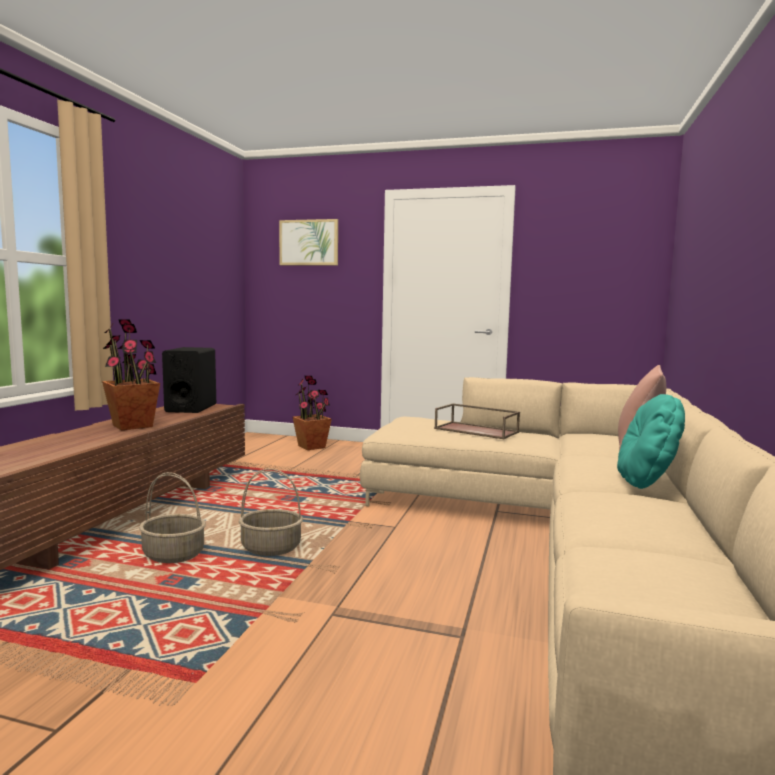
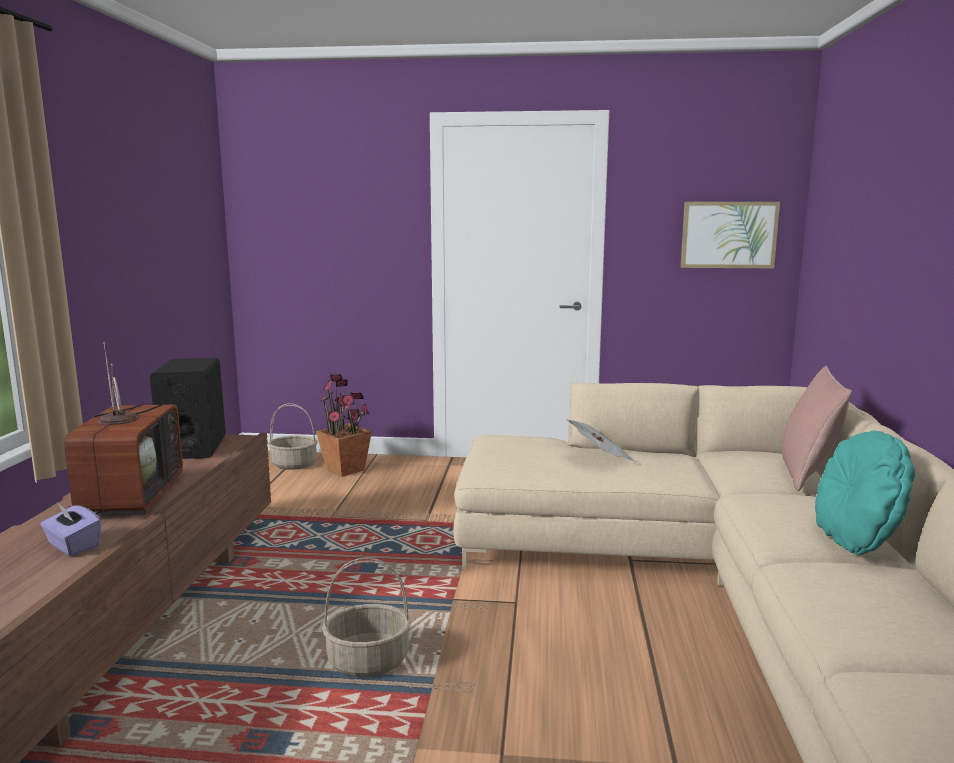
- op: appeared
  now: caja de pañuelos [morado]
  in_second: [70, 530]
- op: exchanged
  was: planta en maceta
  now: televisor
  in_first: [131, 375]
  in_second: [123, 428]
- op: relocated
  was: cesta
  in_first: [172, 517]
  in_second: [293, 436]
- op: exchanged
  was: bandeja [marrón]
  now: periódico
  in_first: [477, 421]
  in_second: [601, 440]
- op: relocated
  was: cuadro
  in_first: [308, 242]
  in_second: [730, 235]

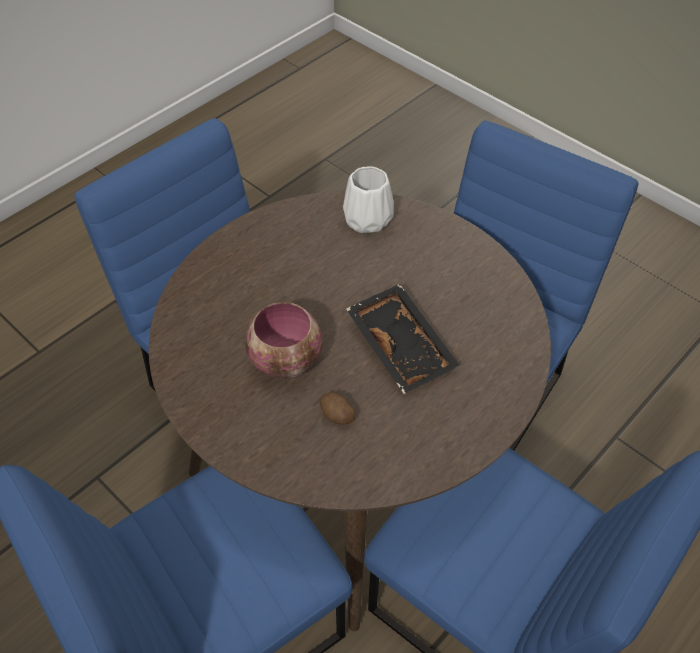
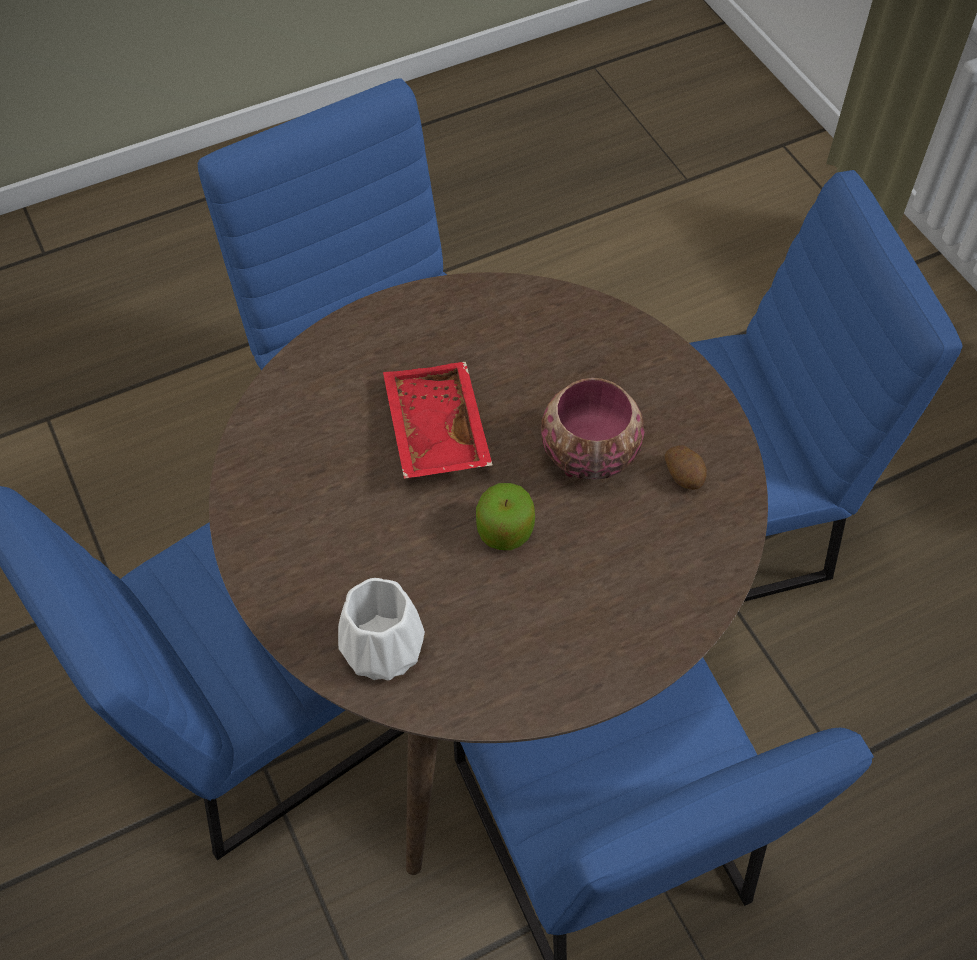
- op: colour
  was: bandeja [negro]
  now: bandeja [rojo]
  in_first: [402, 339]
  in_second: [438, 420]
- op: appeared
  now: manzana
  in_second: [505, 516]
- op: relocated
  was: patata
  in_first: [338, 409]
  in_second: [686, 467]

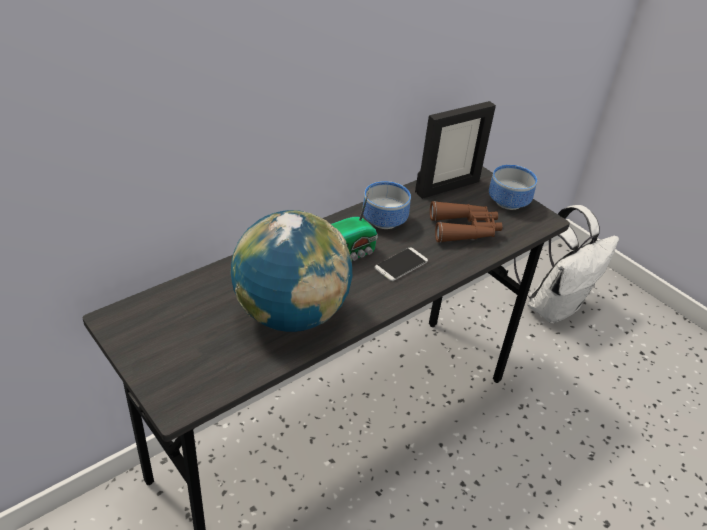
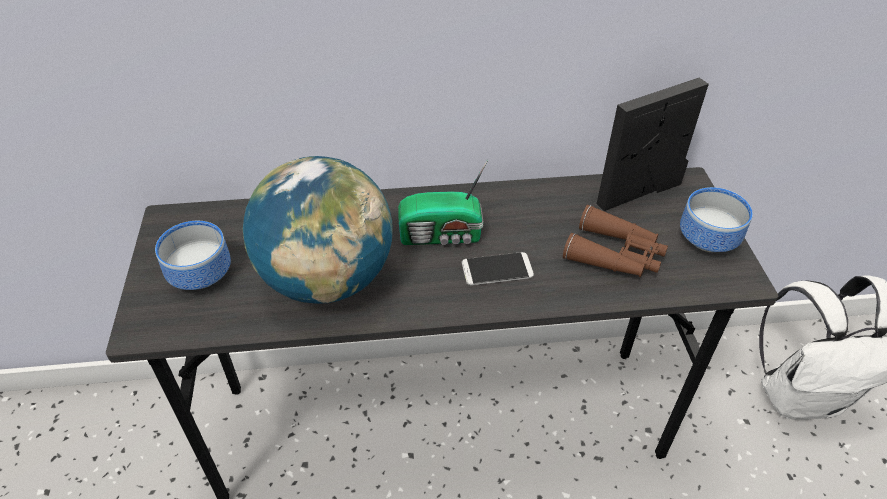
- op: relocated
  was: cuenco
  in_first: [386, 205]
  in_second: [193, 255]
- op: spun
  was: portarretratos
  in_first: [455, 150]
  in_second: [653, 144]
  clockwise: 150

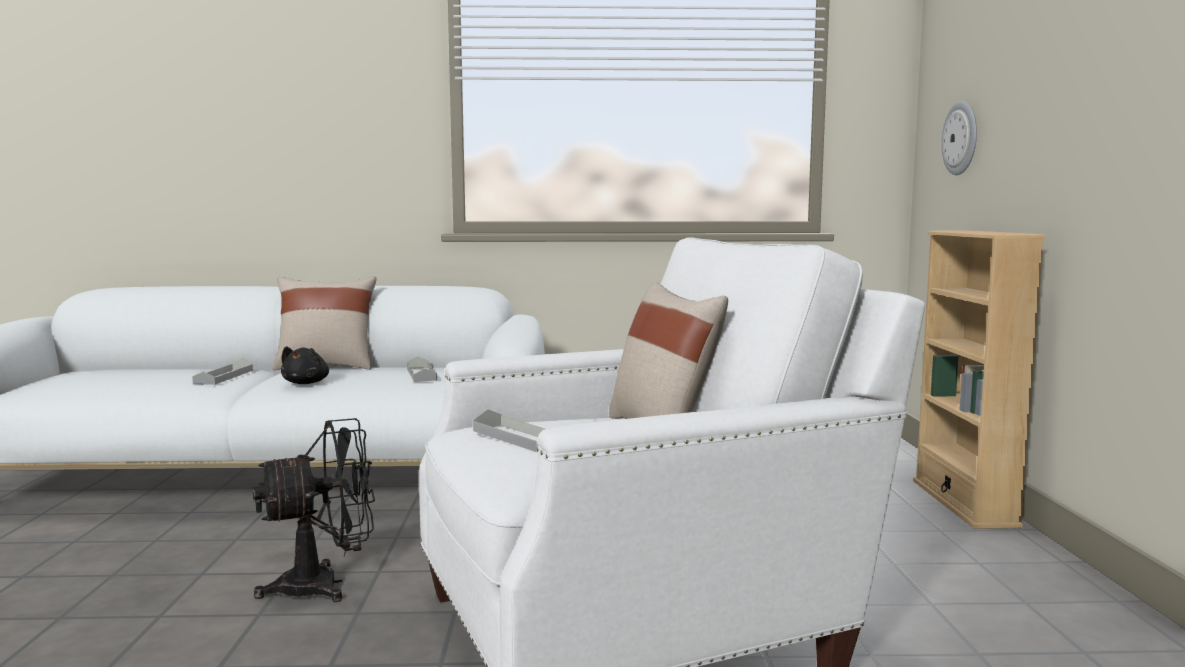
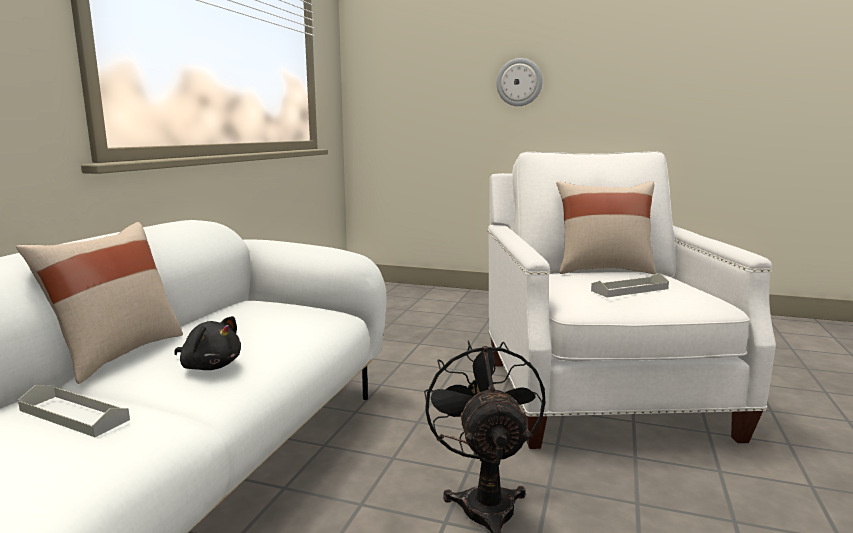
- op: relocated
  was: reloj de pared
  in_first: [959, 138]
  in_second: [519, 82]
- op: missing
  was: bandeja [gris]
  in_first: [422, 369]
- op: missing
  was: estantería [beis]
  in_first: [979, 380]

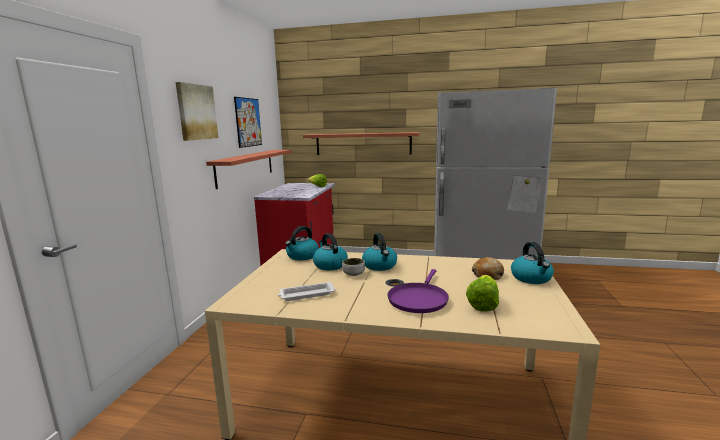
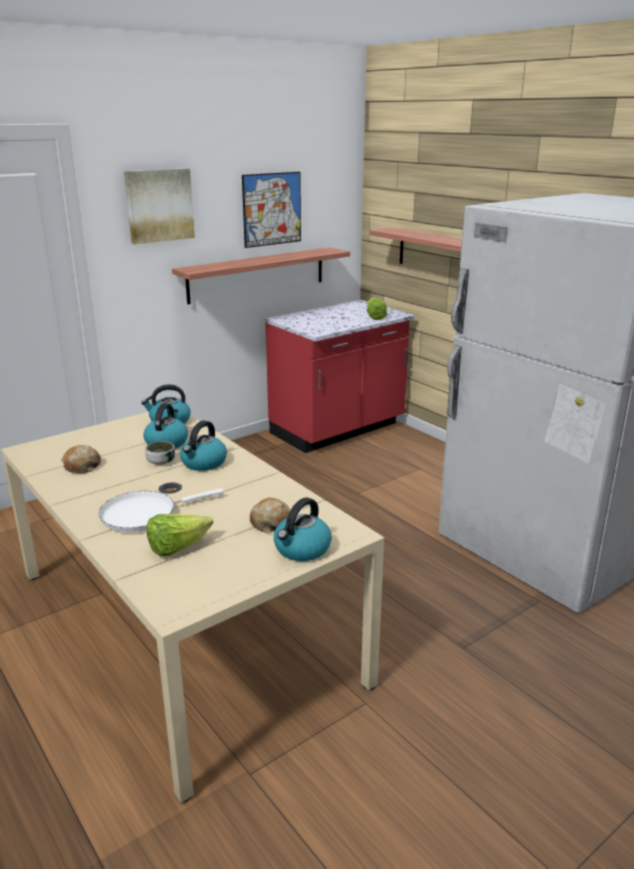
- op: exchanged
  was: bandeja [blanco]
  now: pan
  in_first: [306, 291]
  in_second: [81, 459]
- op: colour
  was: sartén [morado]
  now: sartén [blanco]
  in_first: [418, 291]
  in_second: [161, 510]

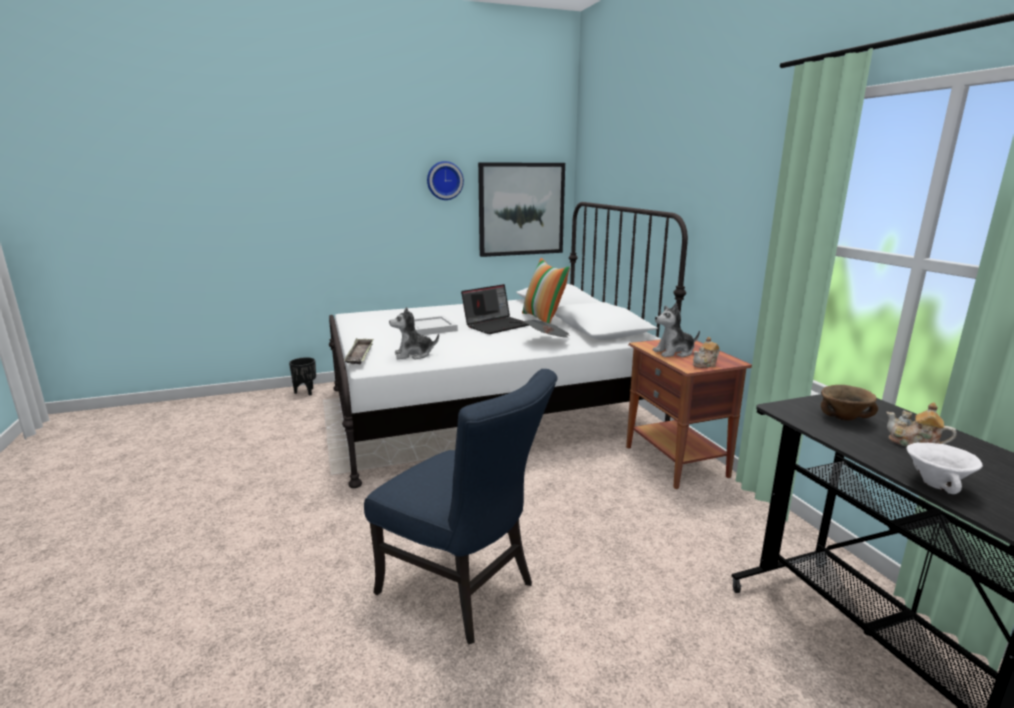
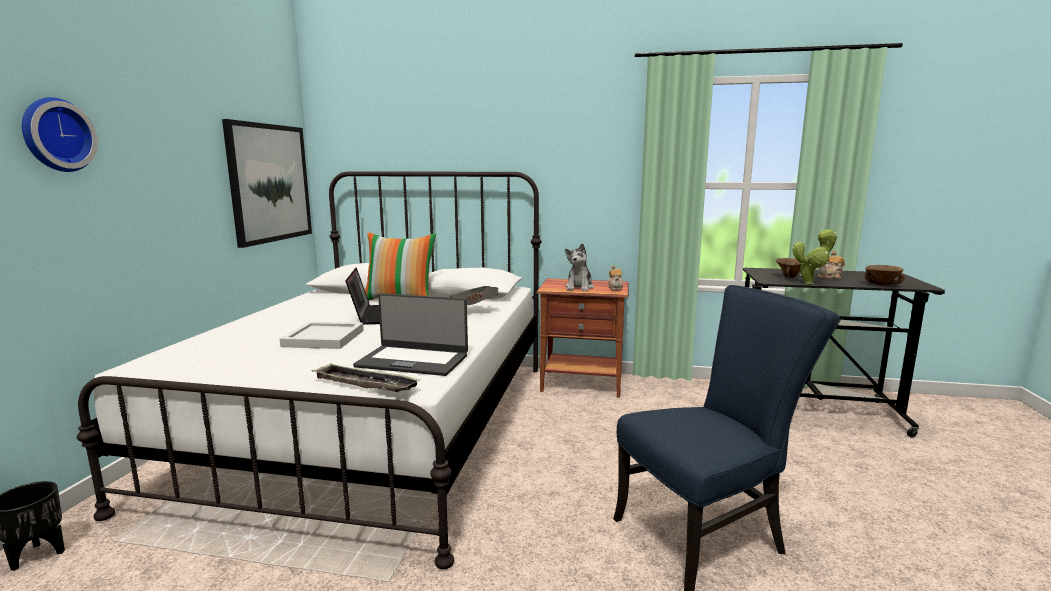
- op: relocated
  was: reloj de pared
  in_first: [445, 180]
  in_second: [60, 134]
- op: exchanged
  was: peluche
  now: portátil
  in_first: [414, 333]
  in_second: [410, 334]
- op: appeared
  now: planta en maceta
  in_second: [814, 256]
- op: colour
  was: cuenco [blanco]
  now: cuenco [marrón]
  in_first: [944, 468]
  in_second: [884, 275]

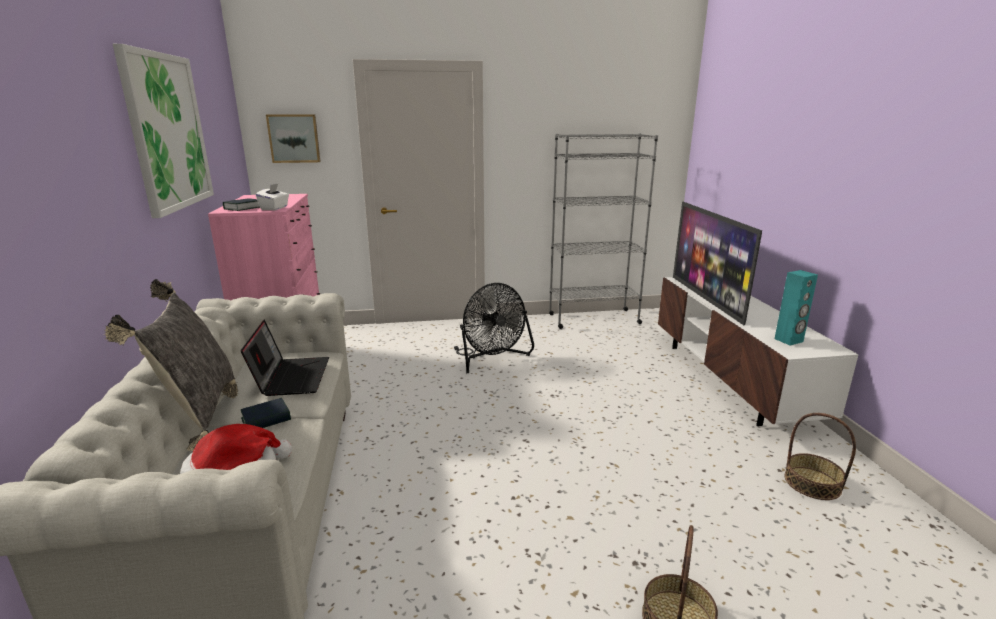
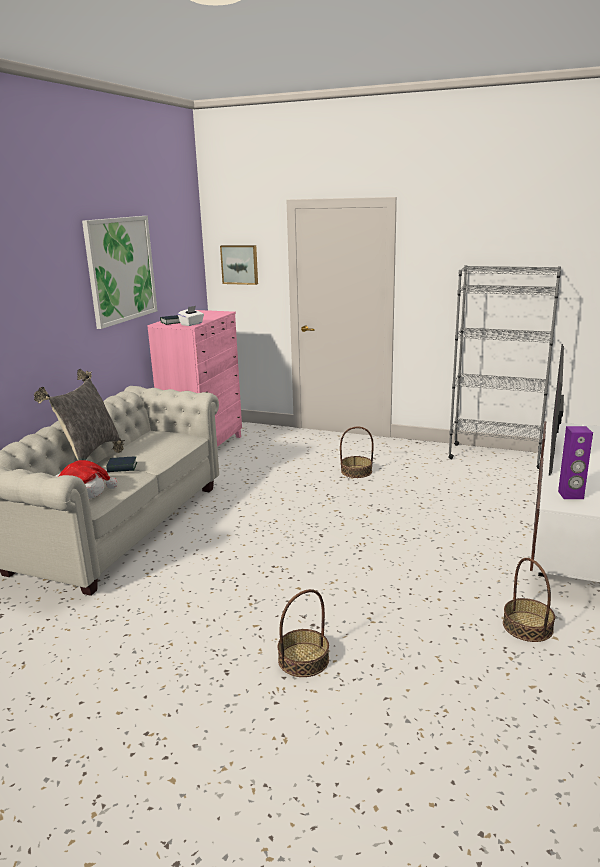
- op: exchanged
  was: ventilador [negro]
  now: cesta
  in_first: [494, 328]
  in_second: [357, 452]
- op: colour
  was: altavoz [turquesa]
  now: altavoz [morado]
  in_first: [796, 307]
  in_second: [575, 462]
- op: missing
  was: portátil
  in_first: [284, 358]

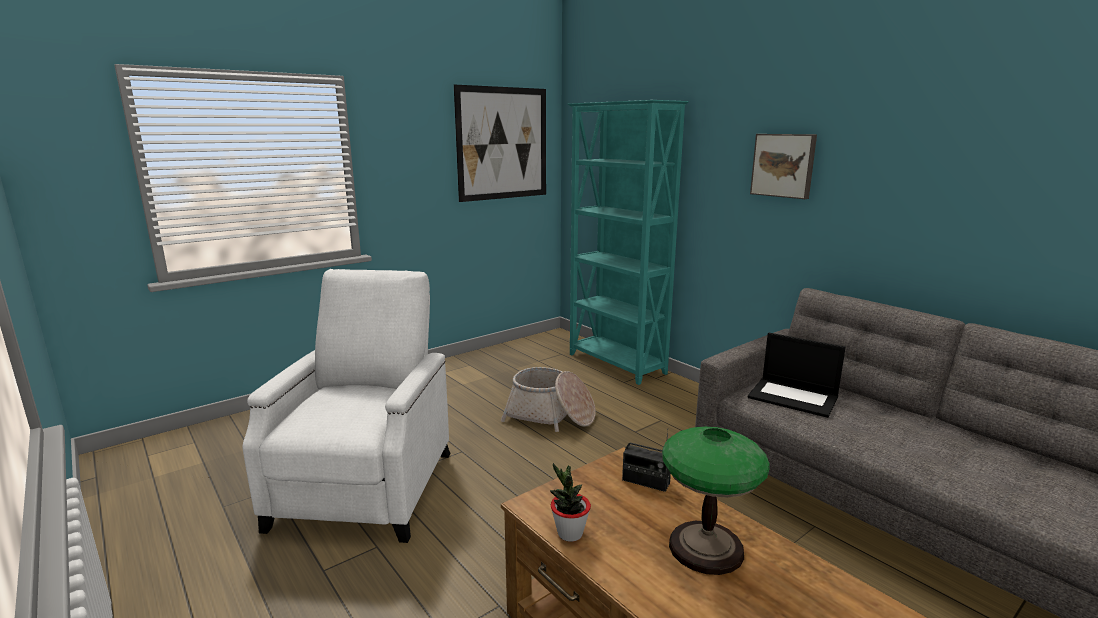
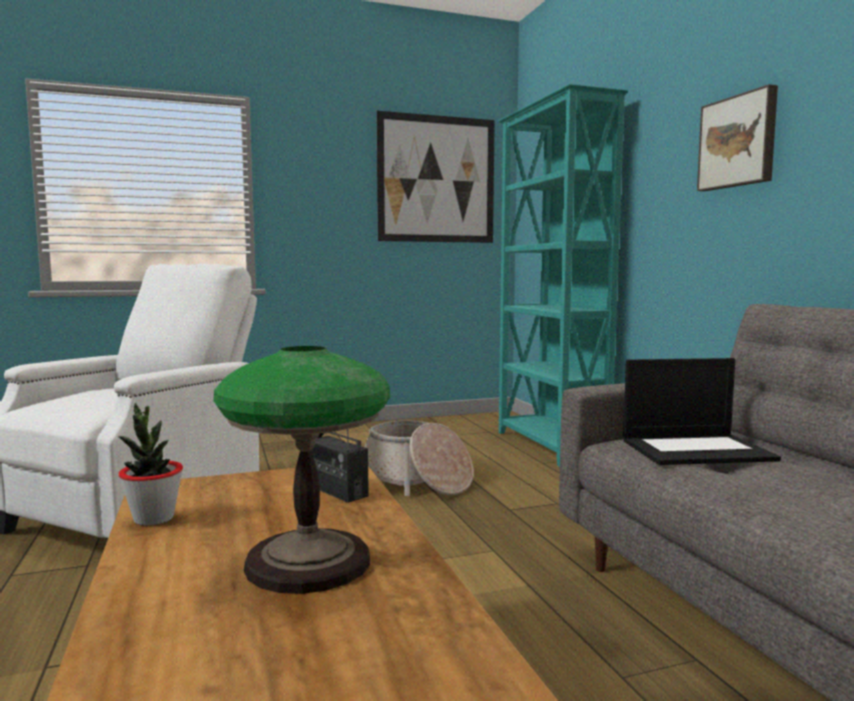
- op: spun
  was: portátil
  in_first: [797, 375]
  in_second: [702, 411]
  clockwise: -60

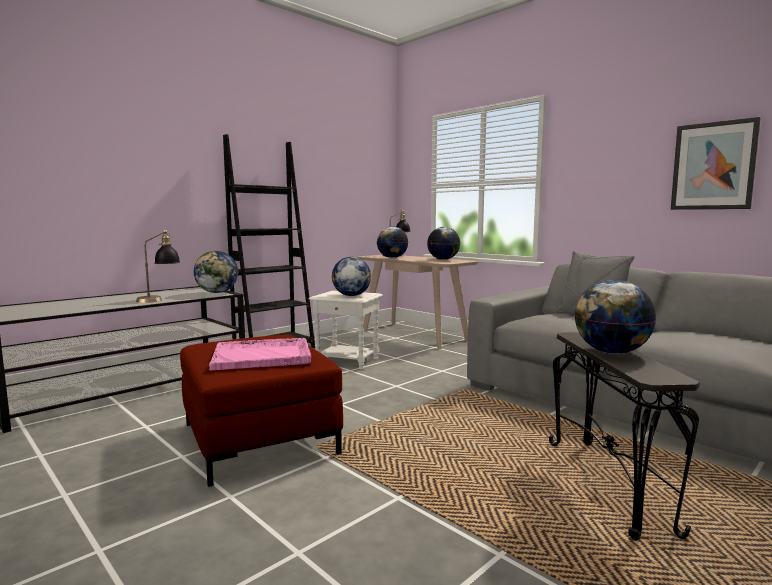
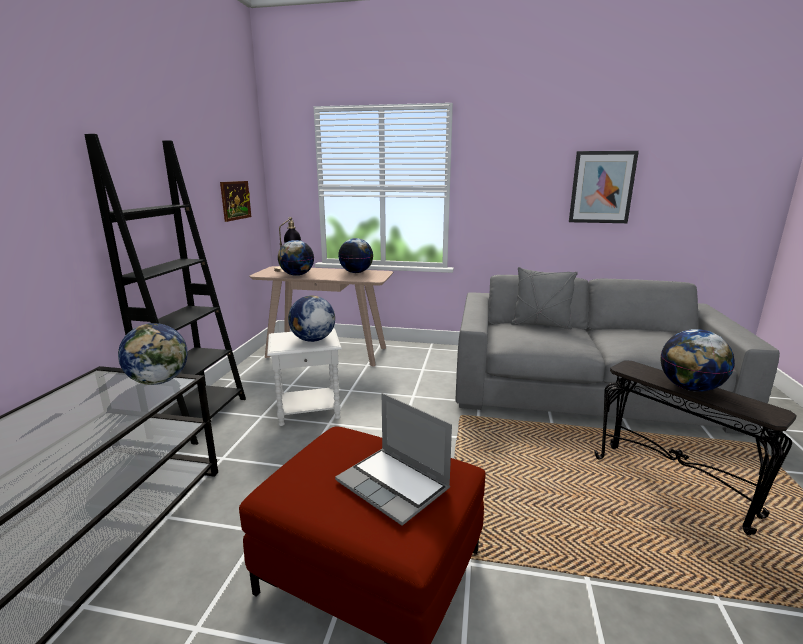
- op: appeared
  now: cuadro
  in_second: [235, 201]
- op: exchanged
  was: bandeja [rosa]
  now: portátil
  in_first: [260, 354]
  in_second: [393, 459]
- op: missing
  was: lámpara de mesa
  in_first: [158, 266]

